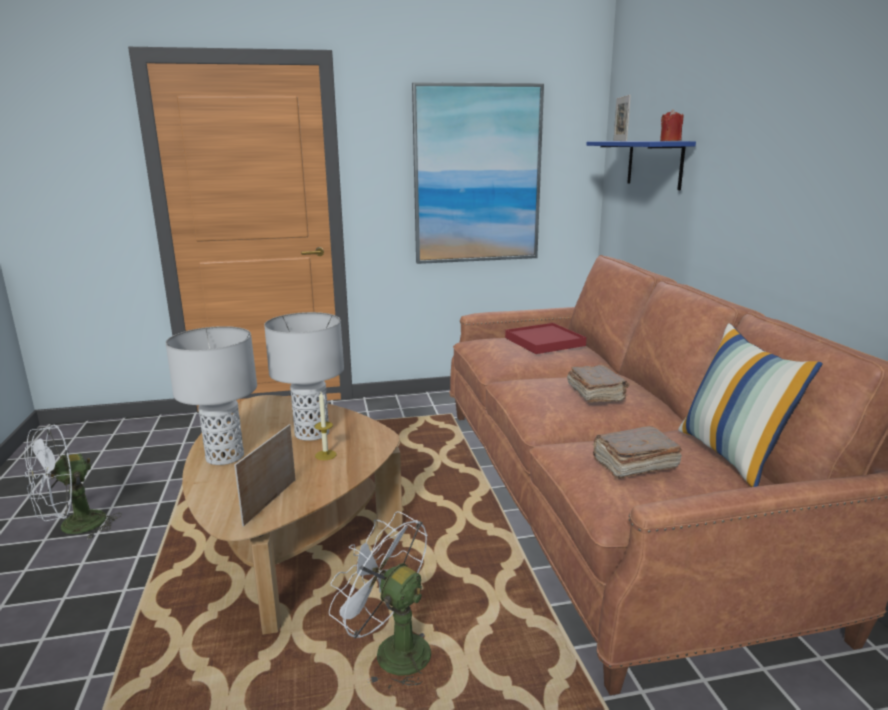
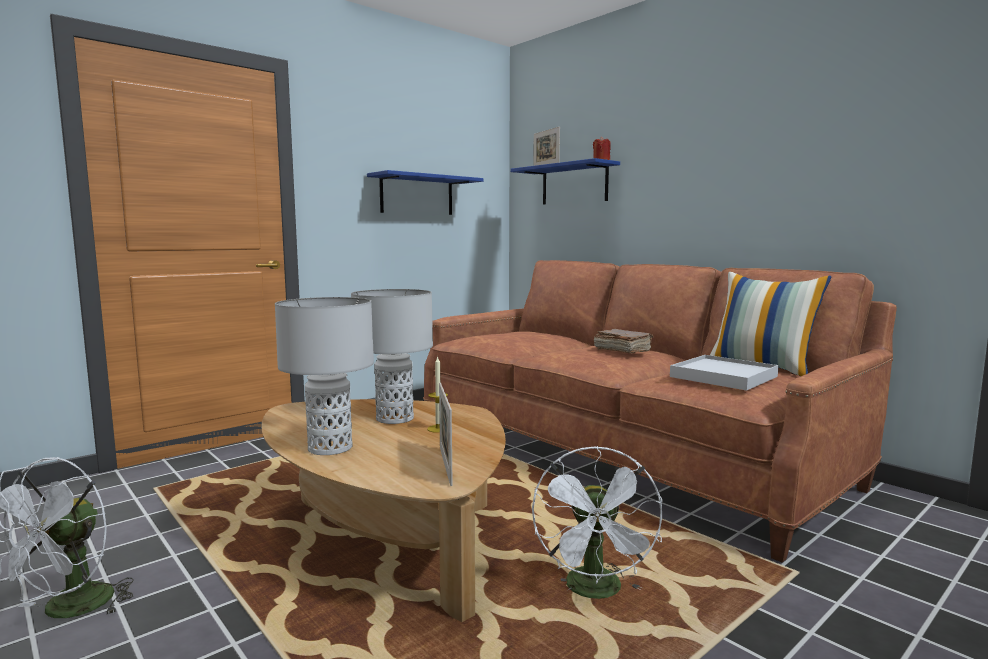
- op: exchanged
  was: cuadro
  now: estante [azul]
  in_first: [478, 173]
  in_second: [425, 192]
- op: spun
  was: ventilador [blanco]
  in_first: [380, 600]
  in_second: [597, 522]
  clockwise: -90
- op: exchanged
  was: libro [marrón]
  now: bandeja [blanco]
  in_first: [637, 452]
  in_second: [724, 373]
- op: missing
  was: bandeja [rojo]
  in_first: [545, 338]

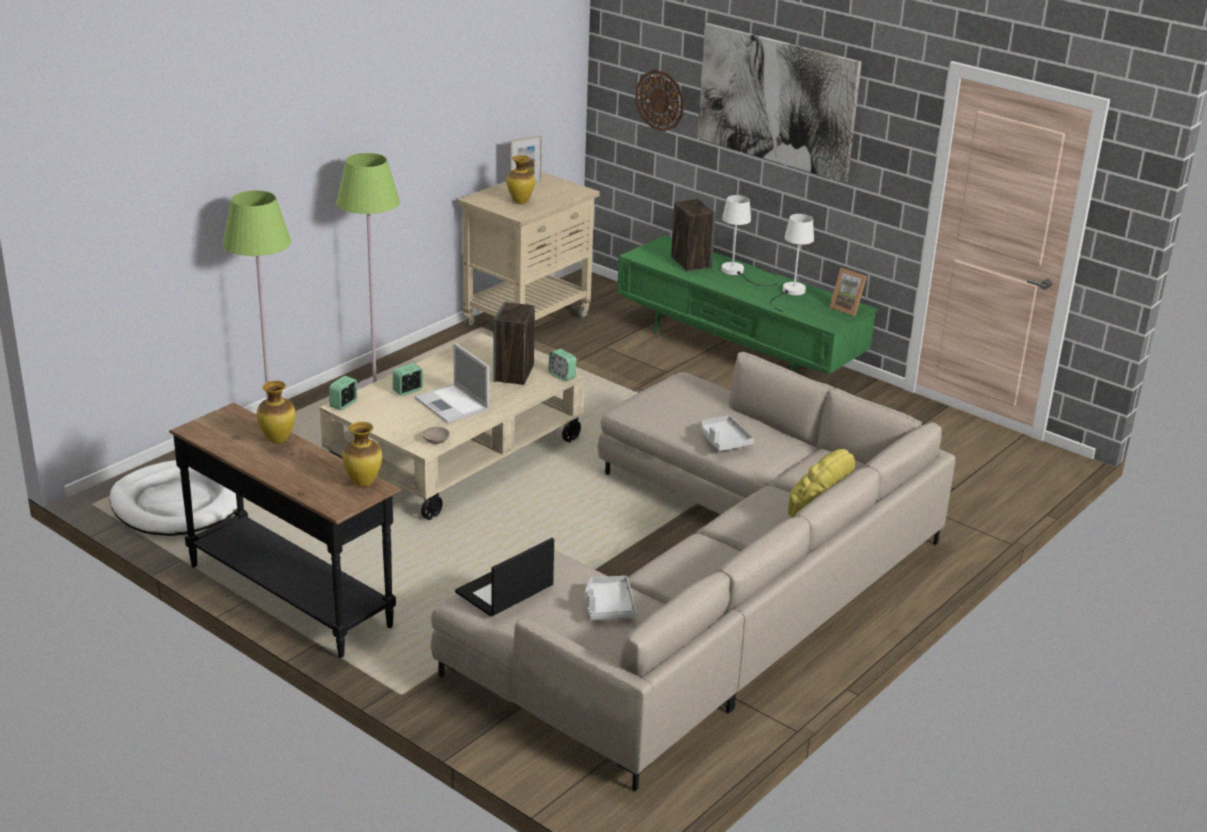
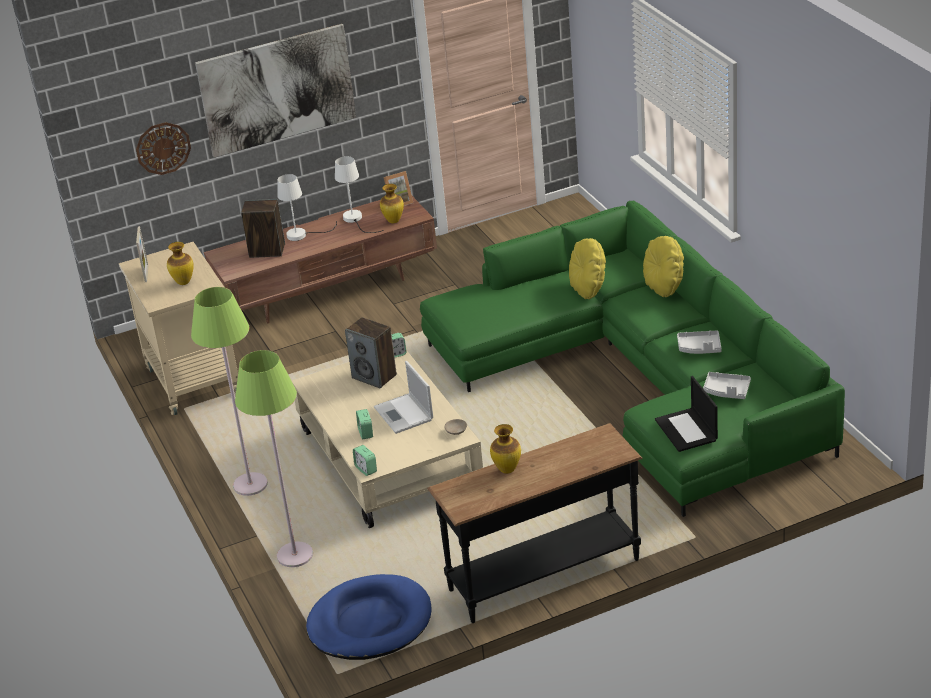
- op: colour
  was: mueble de televisión [verde]
  now: mueble de televisión [marrón]
  in_first: [747, 304]
  in_second: [320, 259]
- op: colour
  was: cama para perro [blanco]
  now: cama para perro [azul]
  in_first: [177, 498]
  in_second: [369, 617]
- op: spun
  was: portátil
  in_first: [452, 383]
  in_second: [403, 397]
  clockwise: 75
- op: relocated
  was: florero
  in_first: [362, 454]
  in_second: [392, 203]
- op: colour
  was: sofá [beis]
  now: sofá [verde]
  in_first: [693, 572]
  in_second: [632, 359]
- op: appeared
  now: cojín [amarillo]
  in_second: [587, 268]
- op: relocated
  was: bandeja [gris]
  in_first: [728, 433]
  in_second: [699, 342]

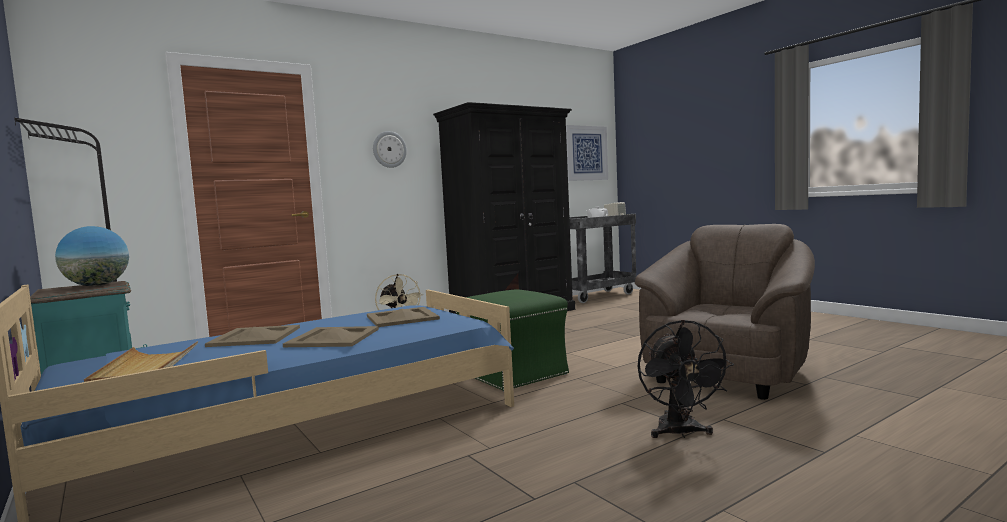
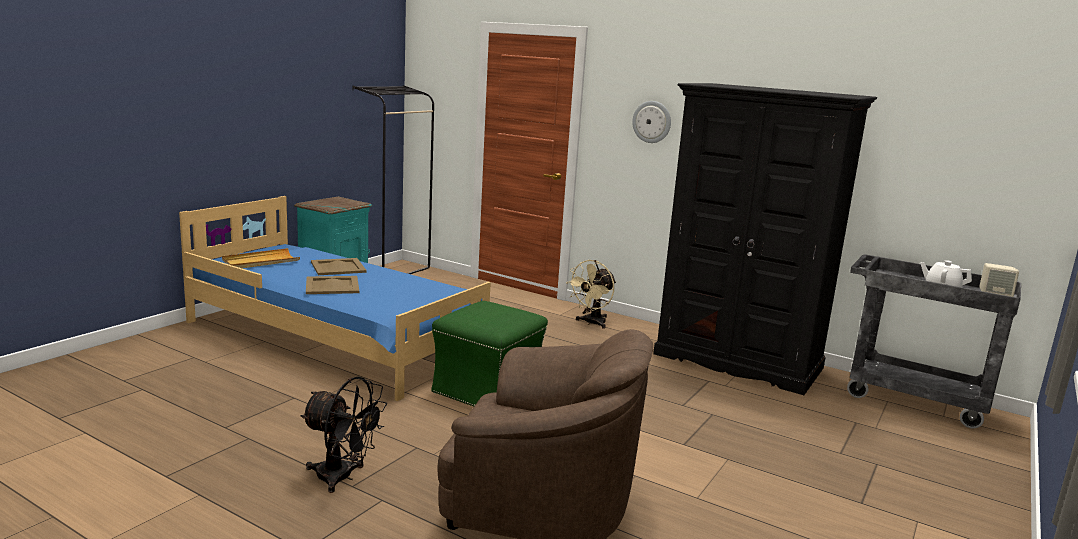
- op: spun
  was: ventilador [negro]
  in_first: [686, 379]
  in_second: [343, 434]
  clockwise: -135
- op: missing
  was: globo terráqueo
  in_first: [92, 256]
- op: missing
  was: bandeja [beis]
  in_first: [403, 317]
- op: missing
  was: cuadro
  in_first: [587, 153]

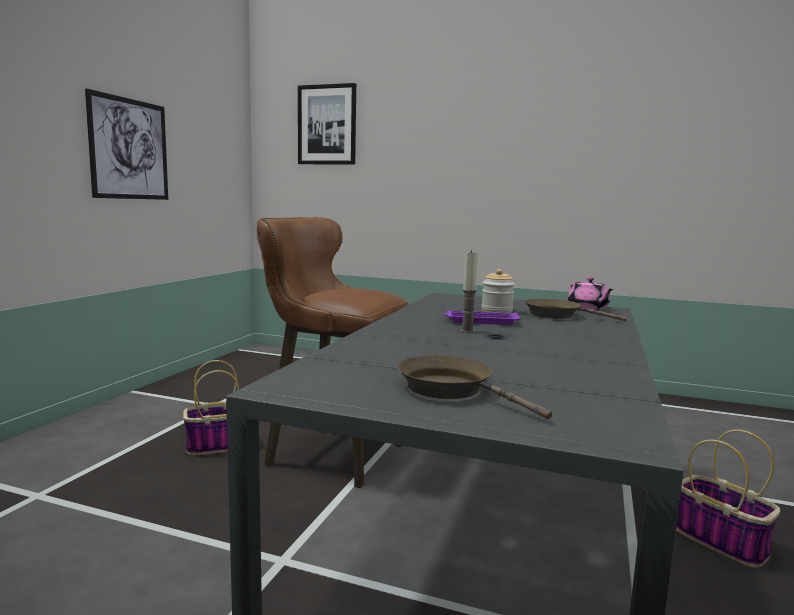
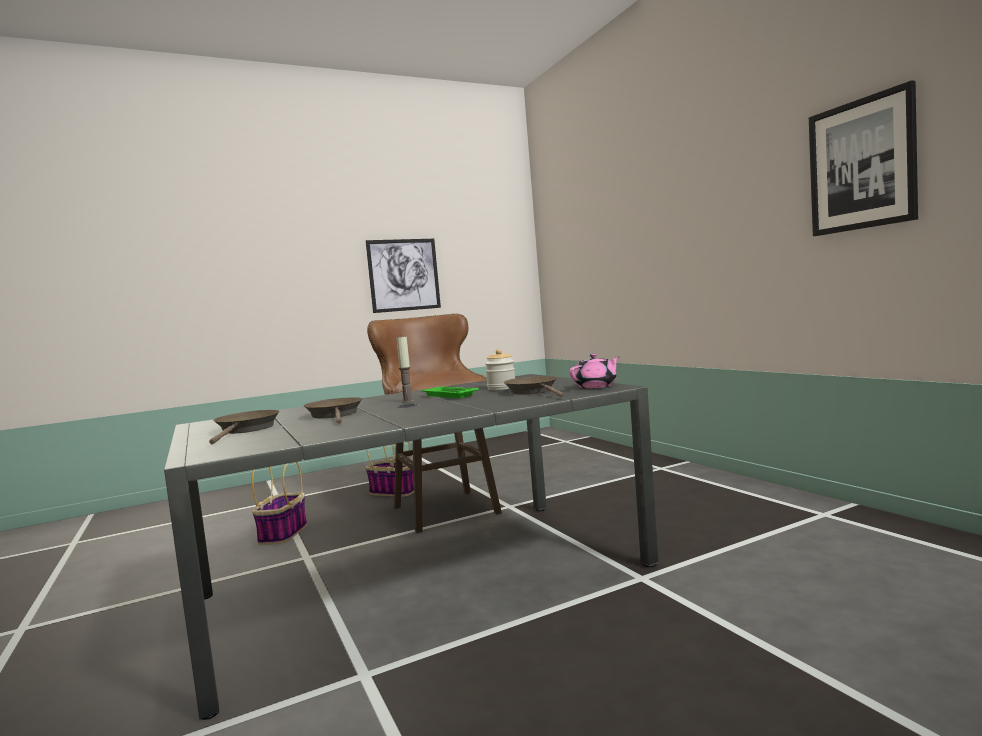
- op: relocated
  was: cesta
  in_first: [728, 498]
  in_second: [279, 503]
- op: appeared
  now: sartén [marrón]
  in_second: [333, 410]
- op: colour
  was: bandeja [morado]
  now: bandeja [verde]
  in_first: [482, 318]
  in_second: [450, 392]
- op: spun
  was: tetera [rosa]
  in_first: [590, 293]
  in_second: [594, 371]
  clockwise: -150
- op: relocated
  was: cuadro
  in_first: [327, 124]
  in_second: [863, 158]

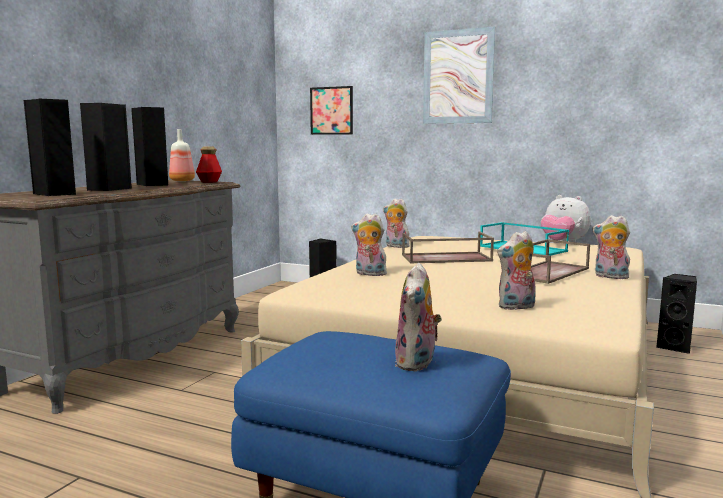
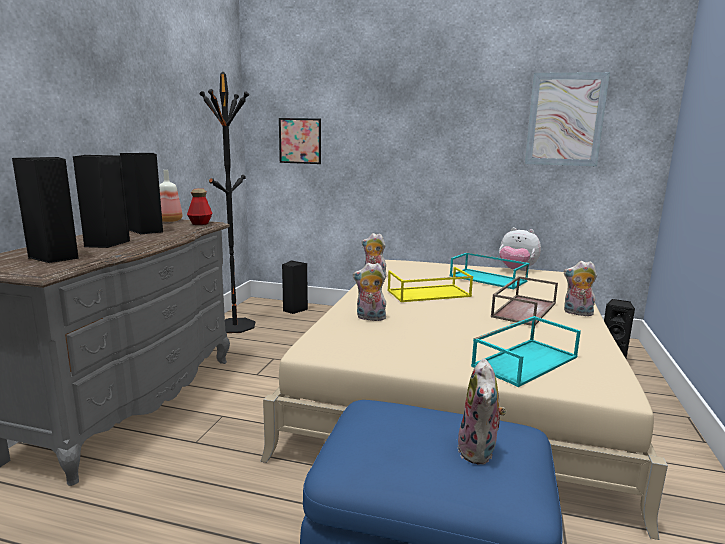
- op: appeared
  now: perchero [negro]
  in_second: [227, 202]
- op: colour
  was: bandeja [marrón]
  now: bandeja [amarillo]
  in_first: [448, 247]
  in_second: [430, 284]
- op: exchanged
  was: peluche
  now: bandeja [turquesa]
  in_first: [517, 270]
  in_second: [526, 351]
- op: relocated
  was: cuadro
  in_first: [459, 75]
  in_second: [567, 119]

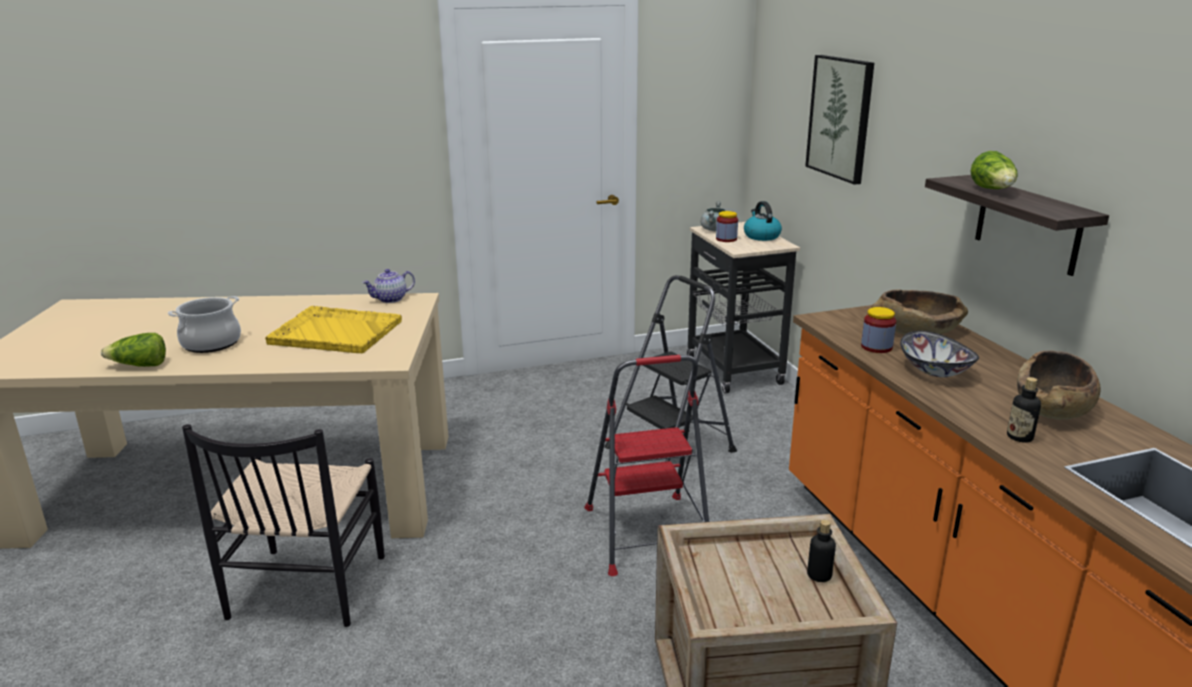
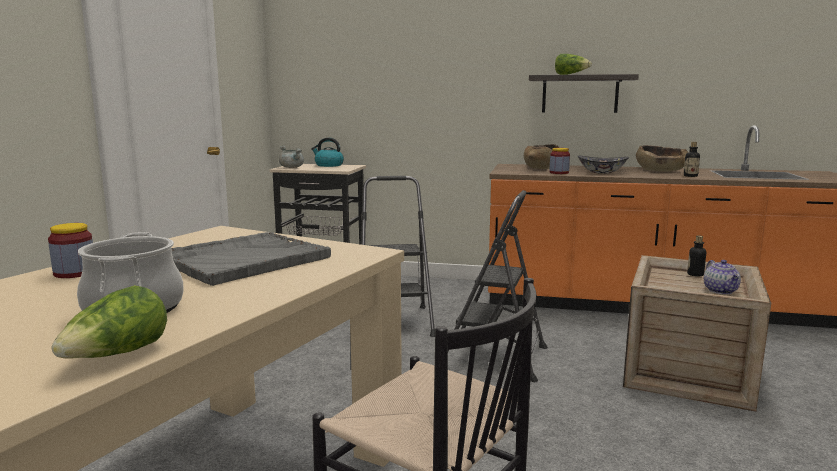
- op: relocated
  was: tarro
  in_first: [727, 226]
  in_second: [70, 250]
- op: colour
  was: bandeja [amarillo]
  now: bandeja [gris]
  in_first: [333, 329]
  in_second: [251, 259]
- op: colour
  was: escalera de tijera [rojo]
  now: escalera de tijera [negro]
  in_first: [647, 465]
  in_second: [498, 286]
- op: relocated
  was: tetera
  in_first: [388, 286]
  in_second: [722, 277]
- op: missing
  was: cuadro
  in_first: [839, 120]

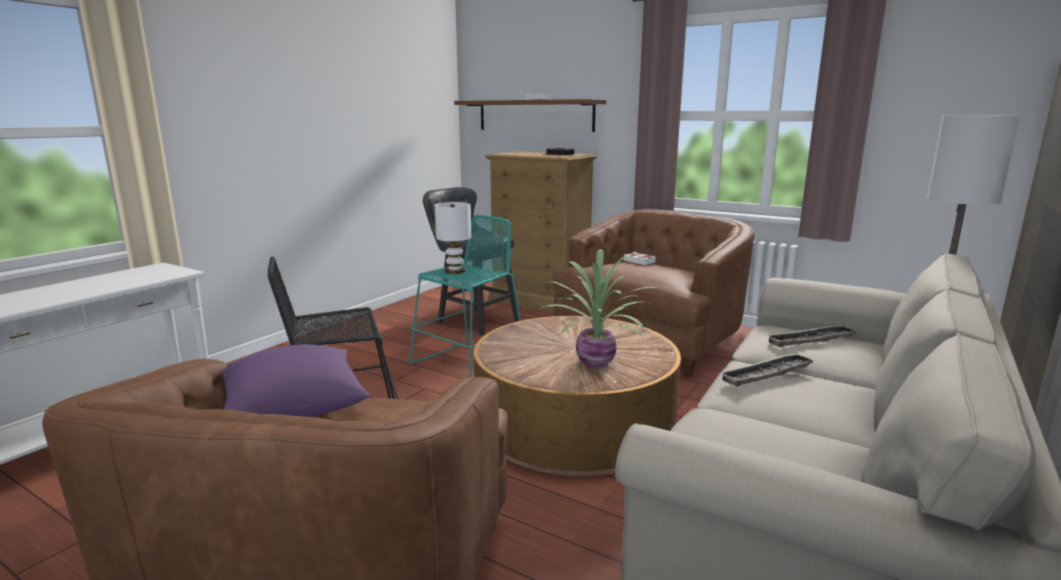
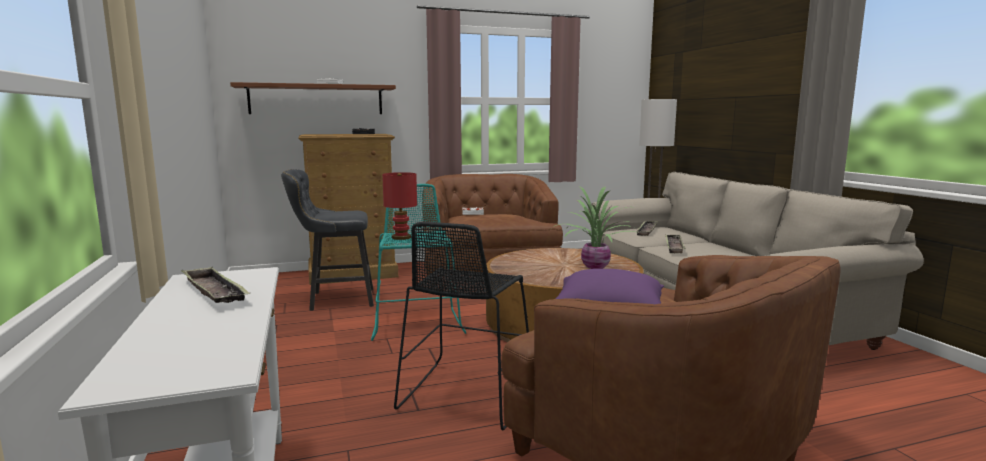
- op: appeared
  now: bandeja
  in_second: [215, 285]
- op: colour
  was: lámpara de mesa [blanco]
  now: lámpara de mesa [rojo]
  in_first: [453, 238]
  in_second: [399, 206]

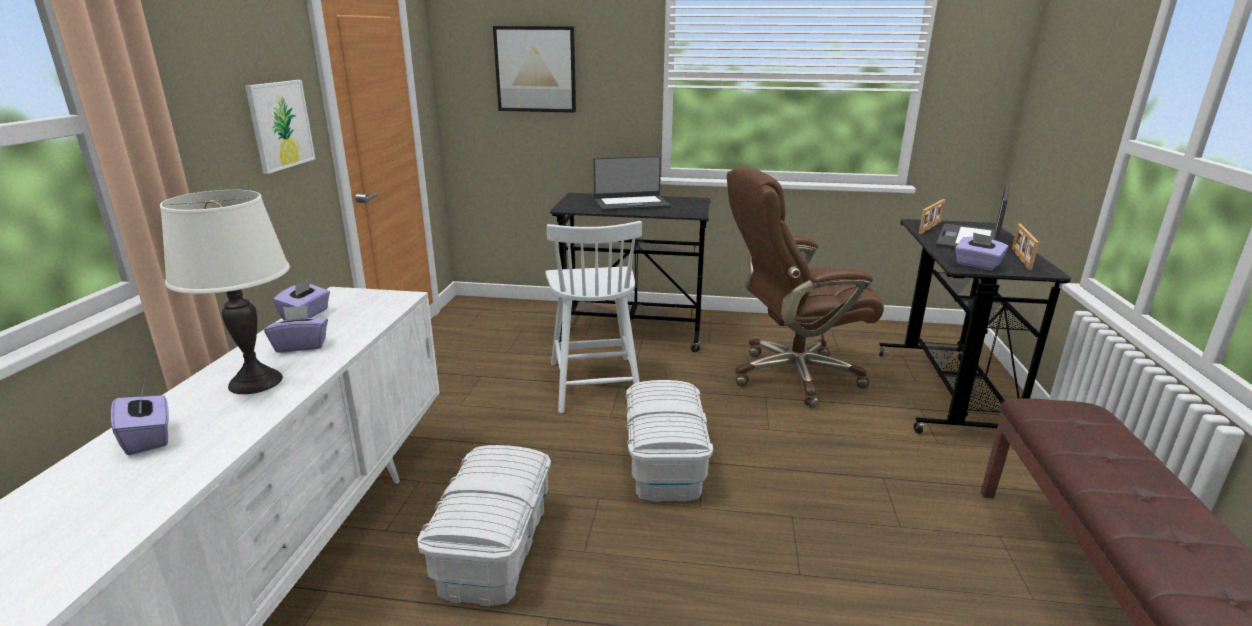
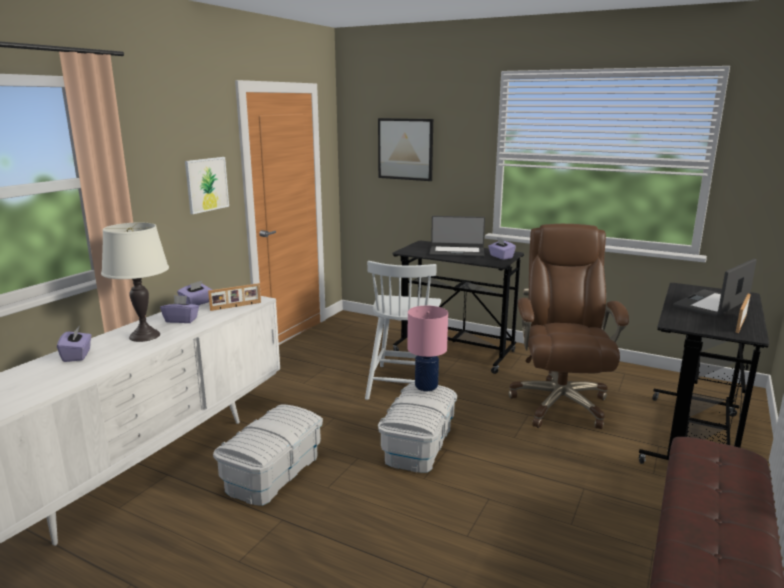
- op: relocated
  was: portarretratos
  in_first: [932, 216]
  in_second: [234, 297]
- op: appeared
  now: lámpara de mesa [rosa]
  in_second: [427, 349]
- op: relocated
  was: caja de pañuelos [morado]
  in_first: [981, 251]
  in_second: [502, 248]
- op: spun
  was: silla de oficina [marrón]
  in_first: [805, 287]
  in_second: [569, 326]
  clockwise: 90

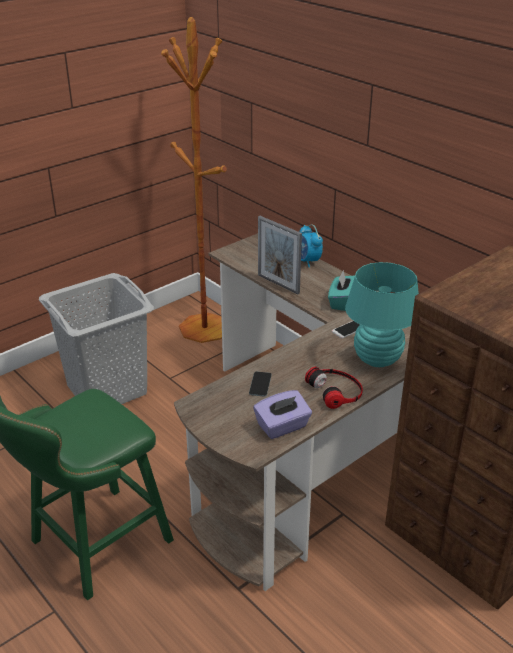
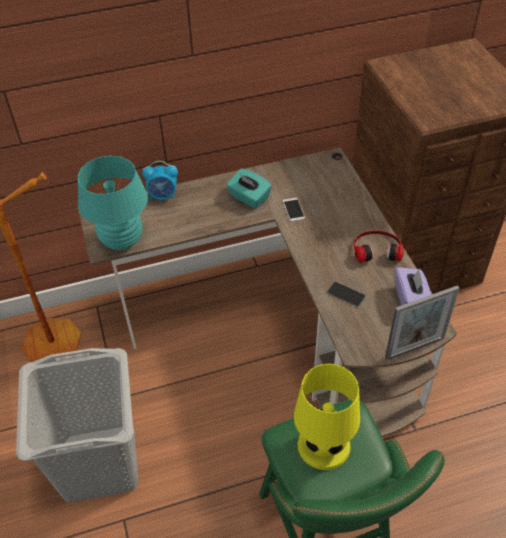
- op: relocated
  was: lámpara de mesa [turquesa]
  in_first: [382, 314]
  in_second: [113, 203]
- op: appeared
  now: lámpara de mesa [amarillo]
  in_second: [327, 417]
- op: relocated
  was: portarretratos
  in_first: [280, 255]
  in_second: [422, 322]

